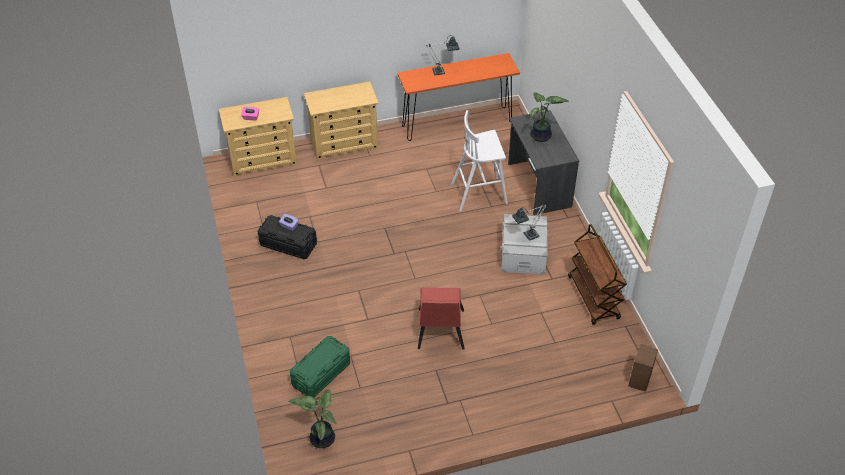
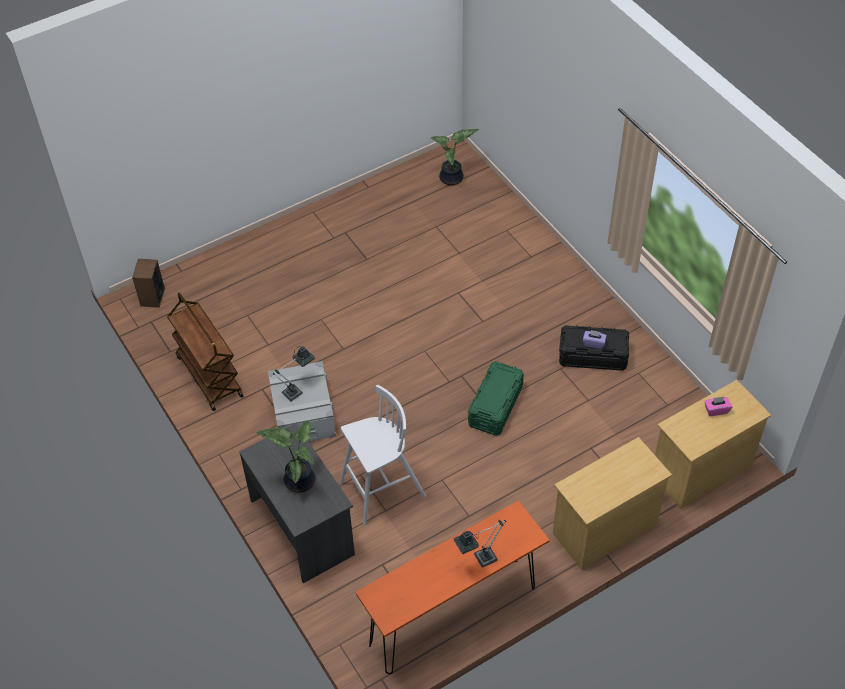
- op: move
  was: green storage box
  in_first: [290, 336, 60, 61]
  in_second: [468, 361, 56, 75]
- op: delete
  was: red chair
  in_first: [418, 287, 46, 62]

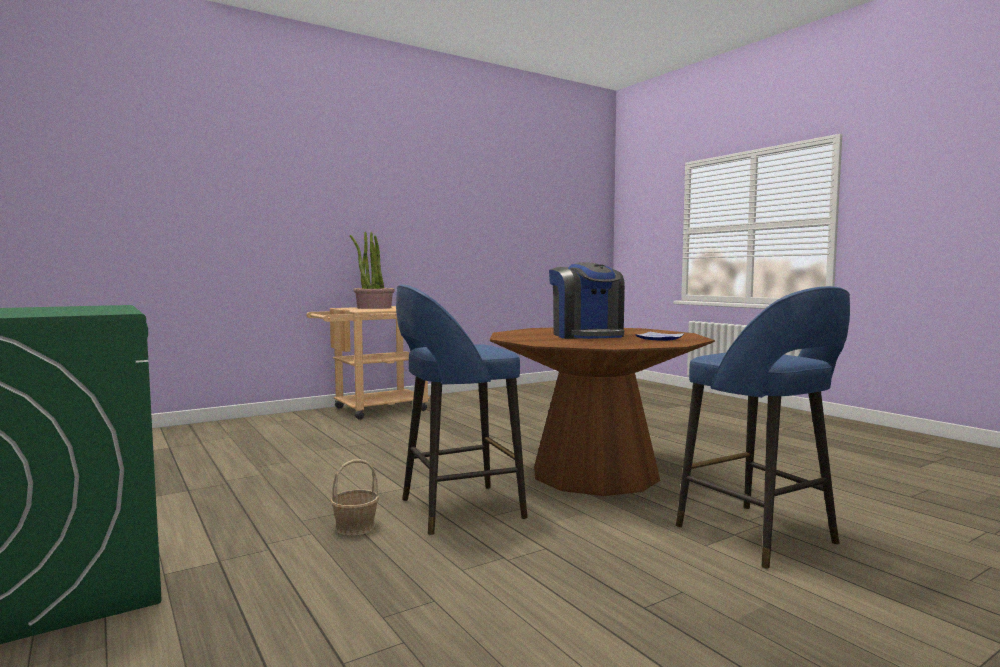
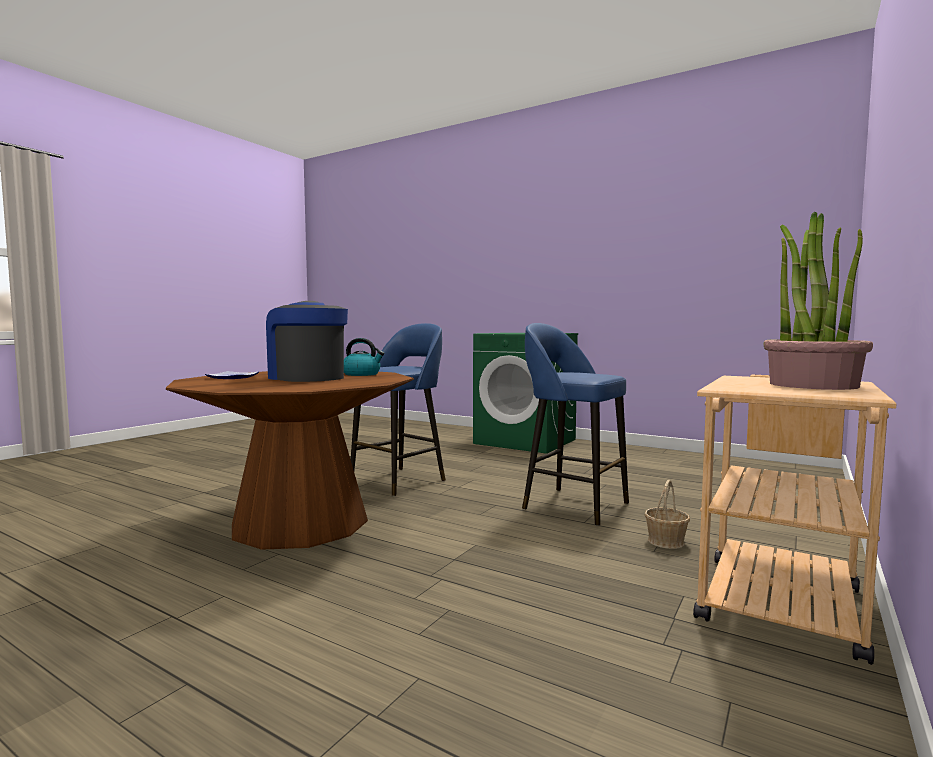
- op: move
  was: basket
  in_first: [330, 459, 49, 77]
  in_second: [645, 480, 45, 69]
- op: move
  was: blue stool
  in_first: [676, 286, 174, 283]
  in_second: [522, 323, 107, 203]
- op: insert
  now: kettle
  in_second: [344, 338, 40, 38]

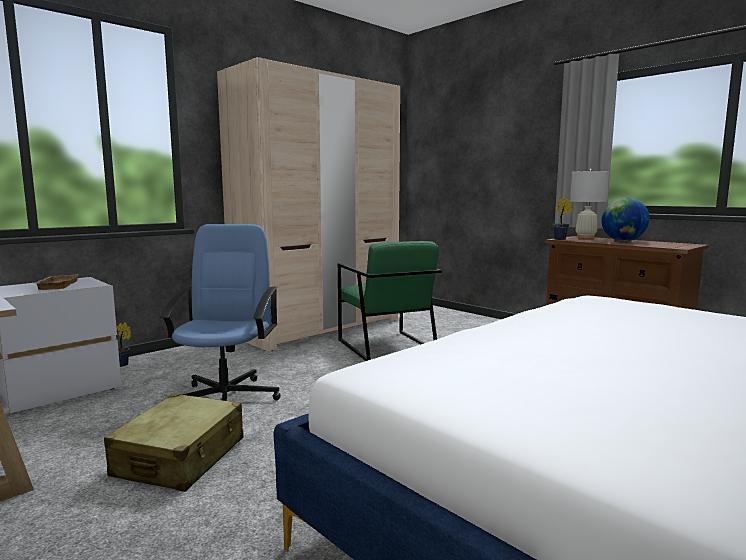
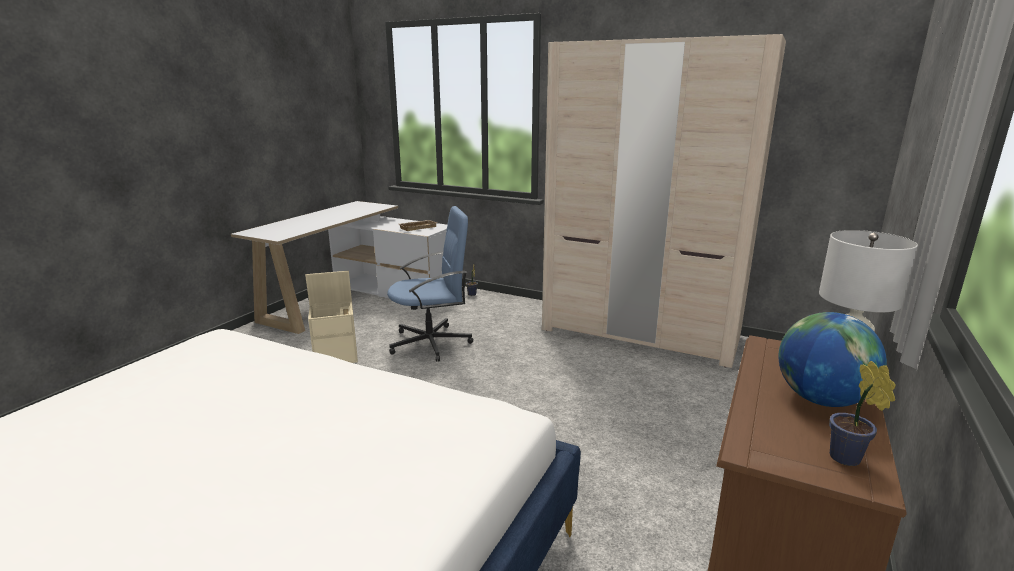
- op: replace
  was: beige suitcase
  now: beige storage box
  in_first: [104, 394, 139, 98]
  in_second: [305, 271, 53, 92]
- op: delete
  was: green armchair
  in_first: [338, 241, 104, 120]
- op: move
  was: potted plant
  in_first: [553, 197, 19, 43]
  in_second: [829, 361, 67, 105]

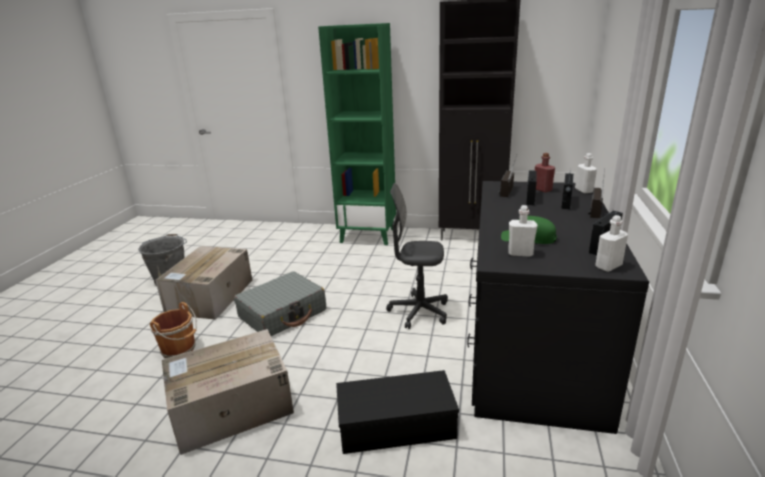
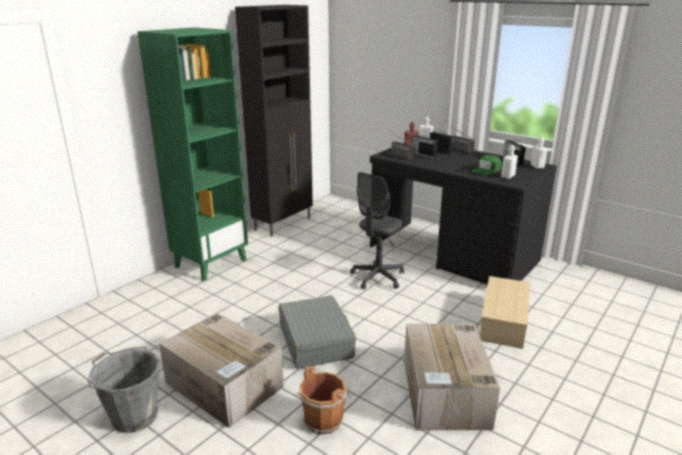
- op: recolor
  was: black storage box
  now: beige storage box
  in_first: [336, 370, 123, 84]
  in_second: [480, 276, 50, 73]

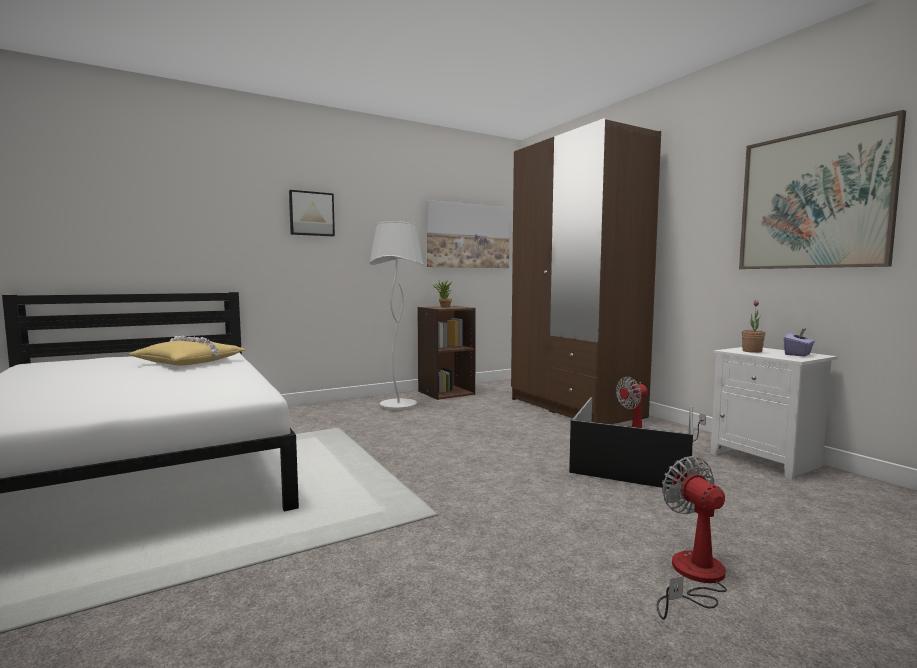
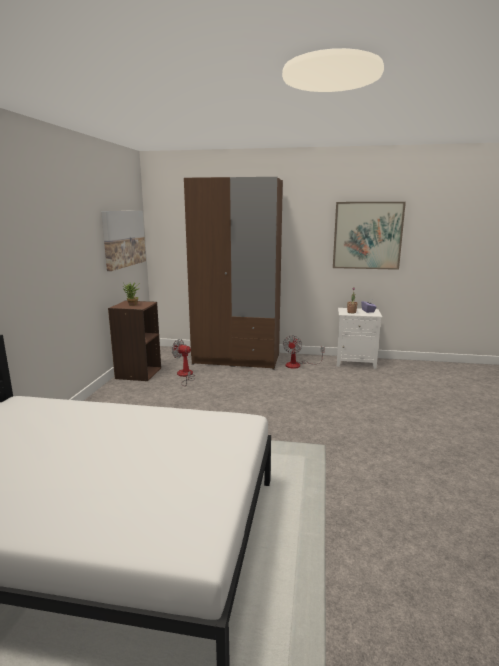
- op: delete
  was: yellow pillow
  in_first: [129, 336, 117, 30]
- op: delete
  was: picture
  in_first: [289, 190, 46, 46]
- op: delete
  was: white floor lamp
  in_first: [370, 221, 54, 189]
- op: delete
  was: black storage box
  in_first: [569, 398, 124, 91]
- op: move
  was: fan
  in_first: [657, 456, 70, 164]
  in_second: [172, 339, 23, 47]

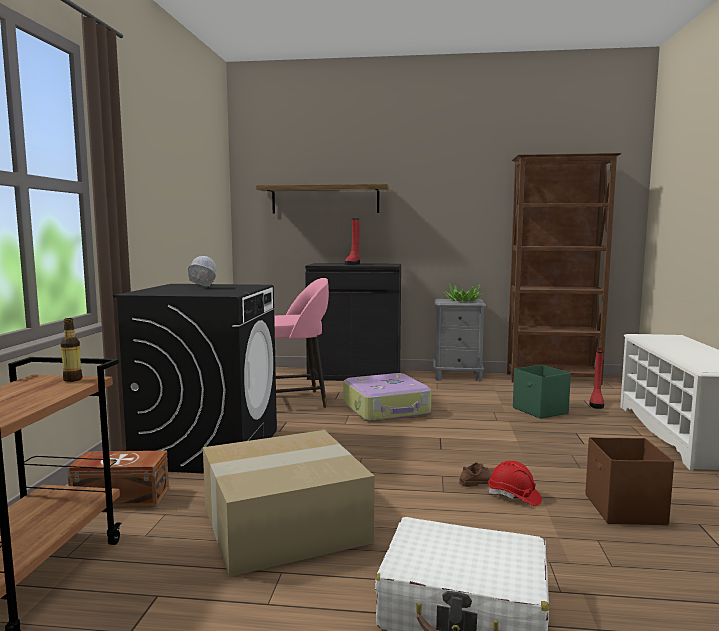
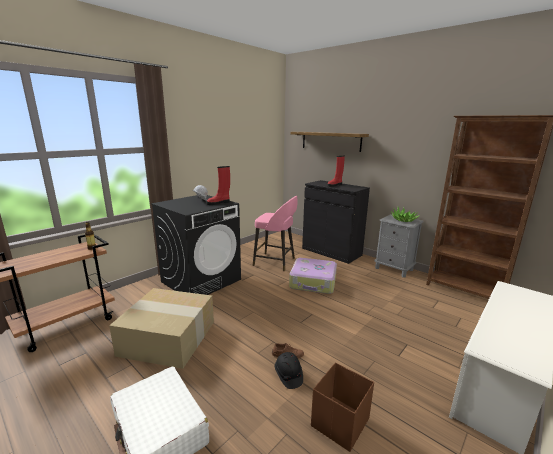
- op: delete
  was: brown storage box
  in_first: [67, 451, 102, 57]
- op: recolor
  was: red hard hat
  now: black hard hat
  in_first: [488, 461, 54, 45]
  in_second: [275, 352, 28, 37]
- op: delete
  was: green storage box
  in_first: [513, 365, 58, 54]
- op: move
  was: red boot
  in_first: [589, 348, 15, 61]
  in_second: [207, 166, 23, 39]

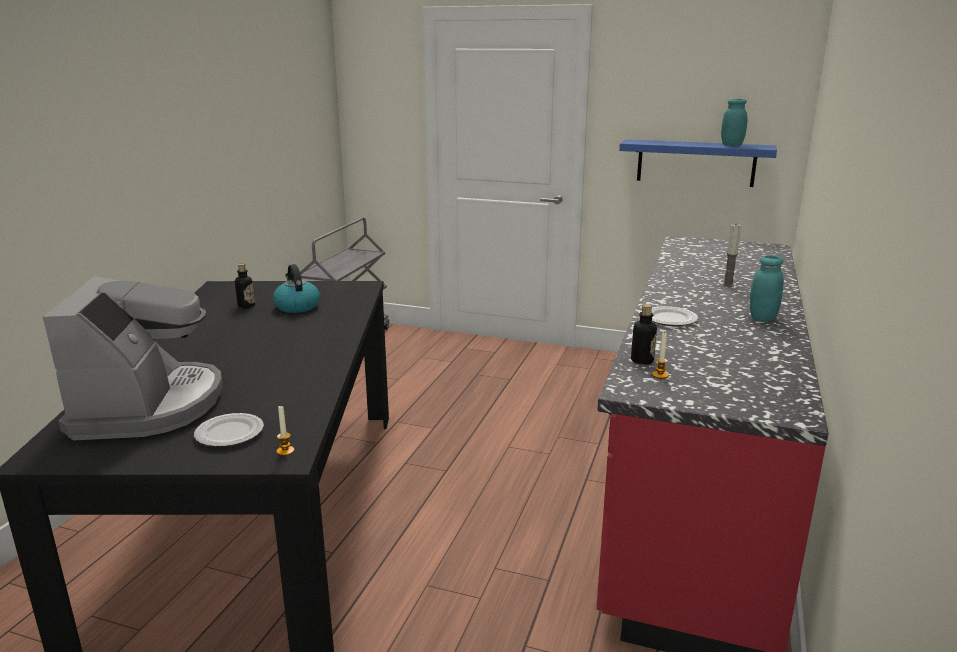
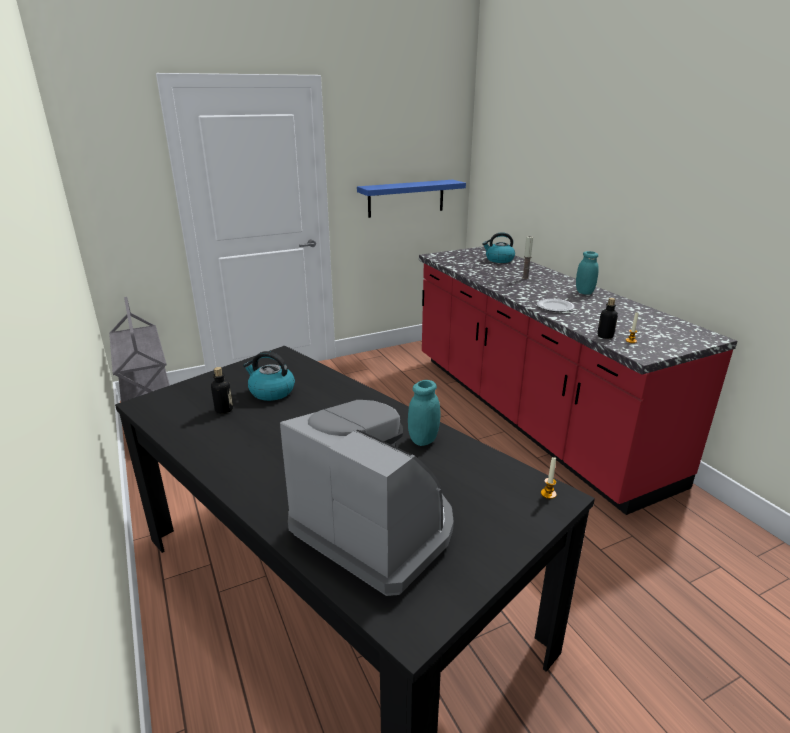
- op: delete
  was: plate
  in_first: [194, 413, 70, 34]
- op: move
  was: turquoise jar
  in_first: [721, 99, 26, 47]
  in_second: [408, 380, 32, 66]
- op: insert
  now: kettle
  in_second: [482, 232, 33, 31]

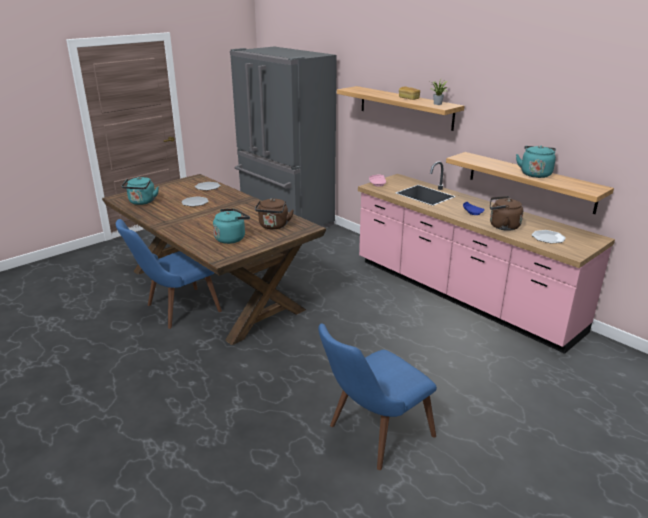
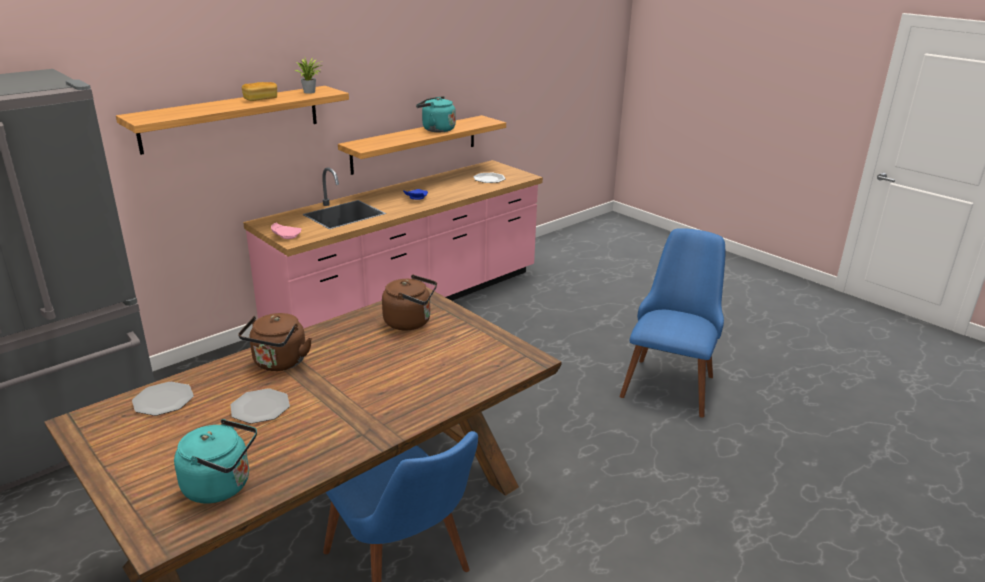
- op: delete
  was: turquoise kettle
  in_first: [213, 209, 37, 35]
- op: rotate
  was: blue chair
  in_first: [318, 323, 119, 147]
  in_second: [620, 228, 105, 190]
  clockwise: -120
- op: move
  was: brown kettle
  in_first: [490, 196, 33, 35]
  in_second: [238, 313, 74, 58]

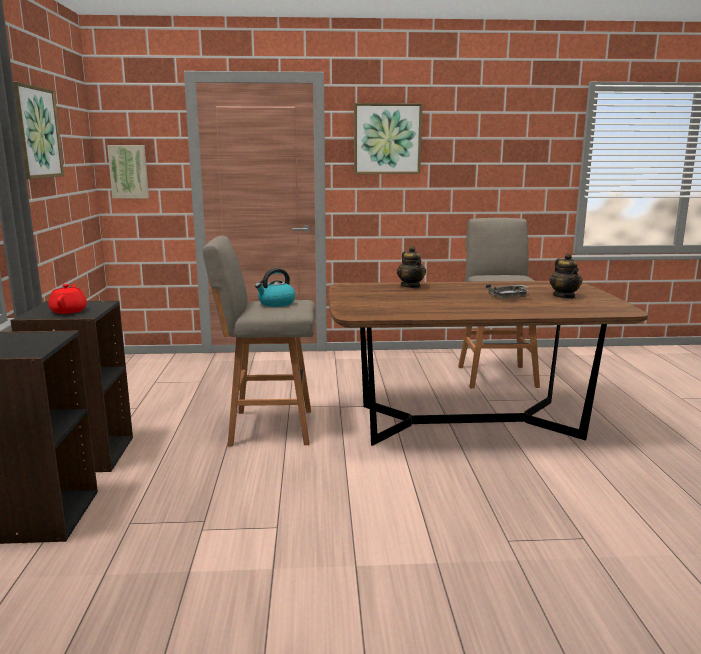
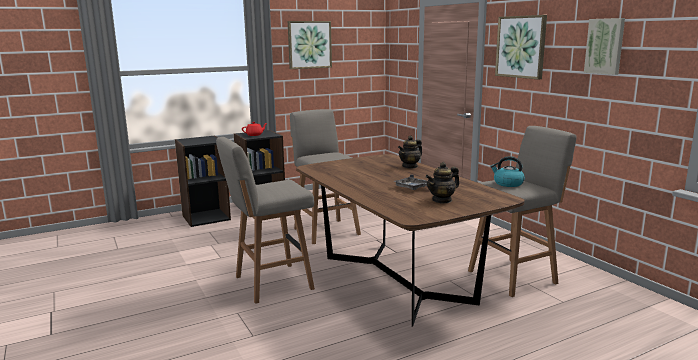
- op: move
  was: picture
  in_first: [107, 145, 42, 54]
  in_second: [584, 18, 41, 57]
- op: move
  was: kettle
  in_first: [255, 268, 41, 39]
  in_second: [490, 156, 35, 31]
- op: insert
  now: grey stool
  in_second: [216, 137, 99, 167]

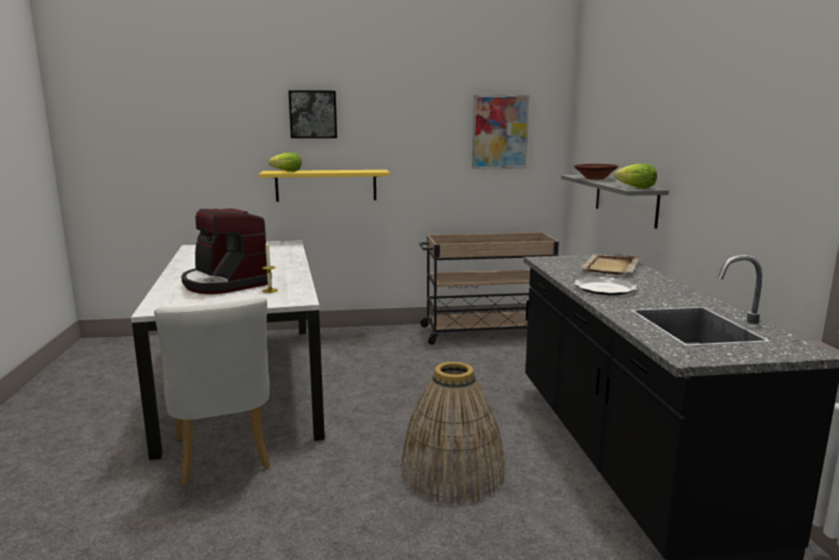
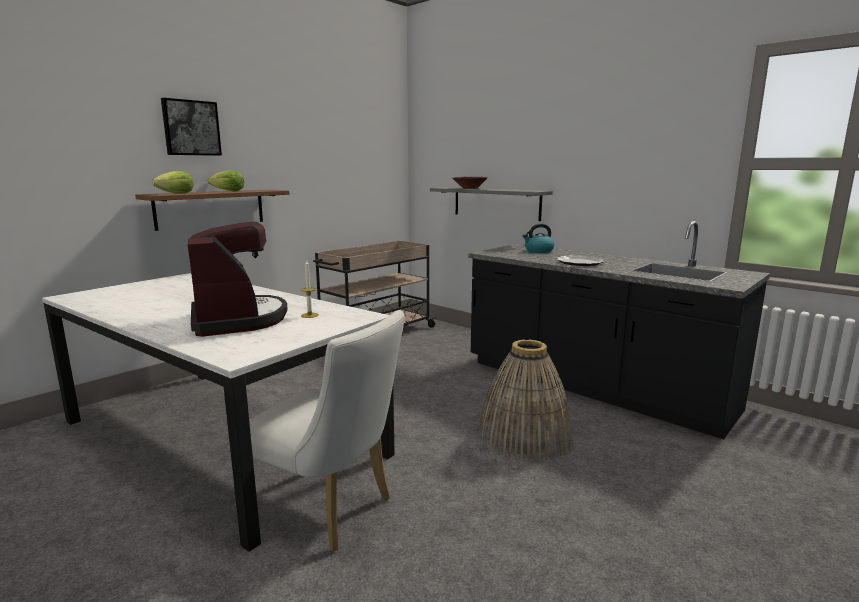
- op: rotate
  was: coffee machine
  in_first: [181, 208, 91, 86]
  in_second: [188, 222, 100, 115]
  clockwise: -120
- op: recolor
  was: yellow shelf
  now: brown shelf
  in_first: [259, 170, 131, 32]
  in_second: [135, 189, 155, 42]
- op: delete
  was: picture
  in_first: [472, 95, 58, 74]
- op: replace
  was: beige tray
  now: kettle
  in_first: [581, 254, 59, 21]
  in_second: [523, 224, 31, 29]
- op: move
  was: lettuce
  in_first: [614, 164, 43, 25]
  in_second: [208, 170, 36, 21]

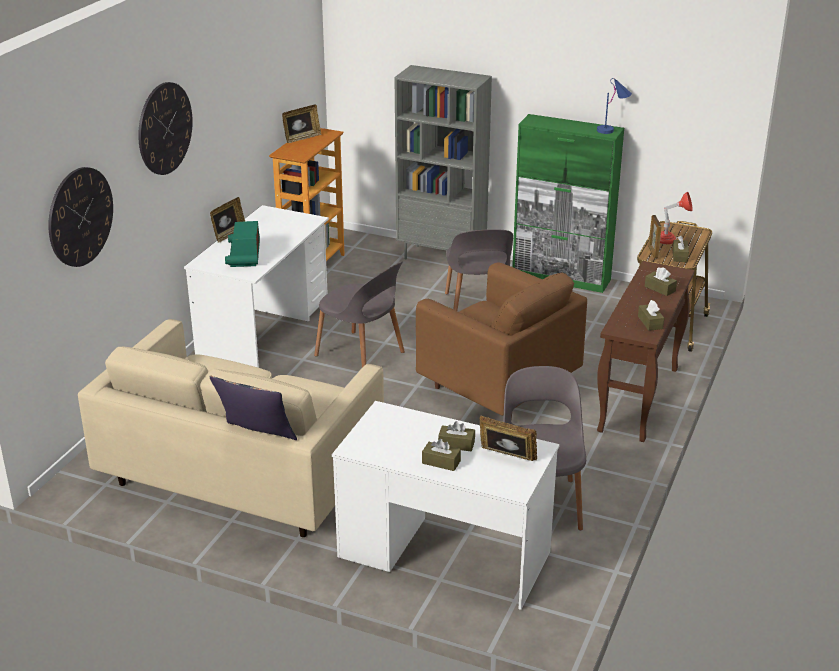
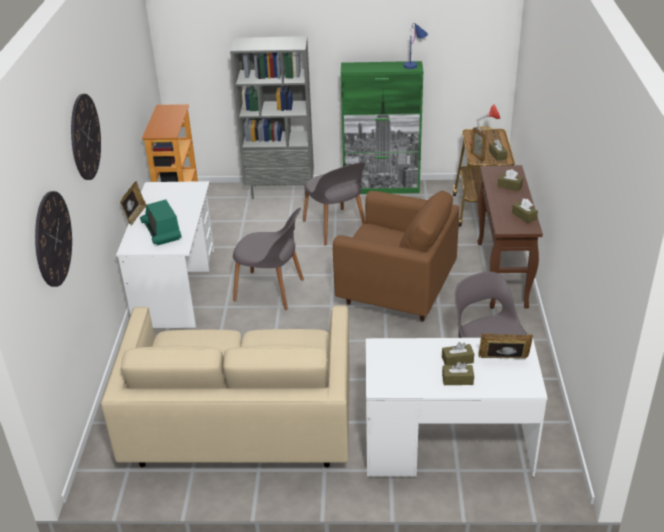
- op: delete
  was: pillow
  in_first: [210, 376, 87, 64]
- op: delete
  was: picture frame
  in_first: [282, 104, 40, 39]

